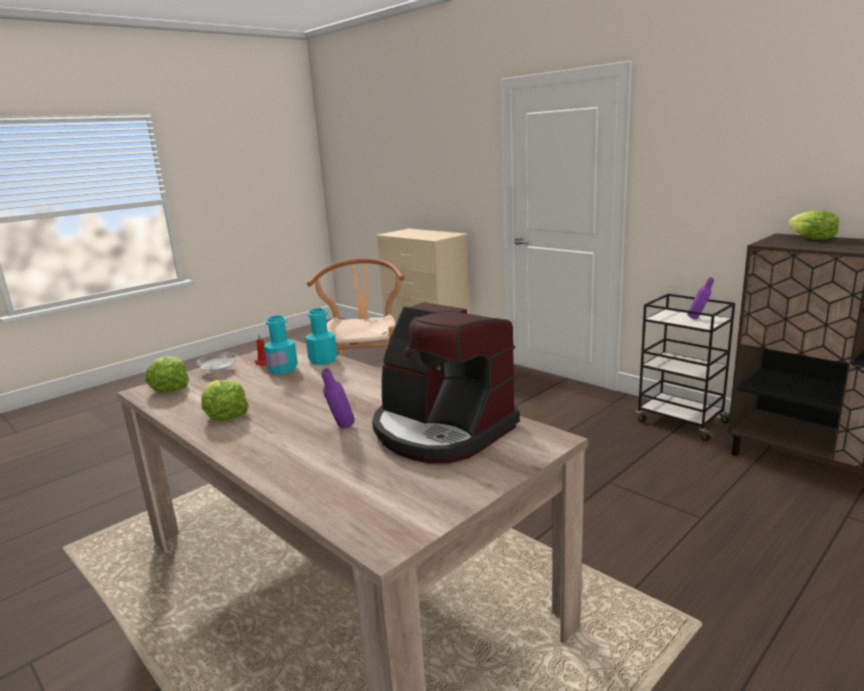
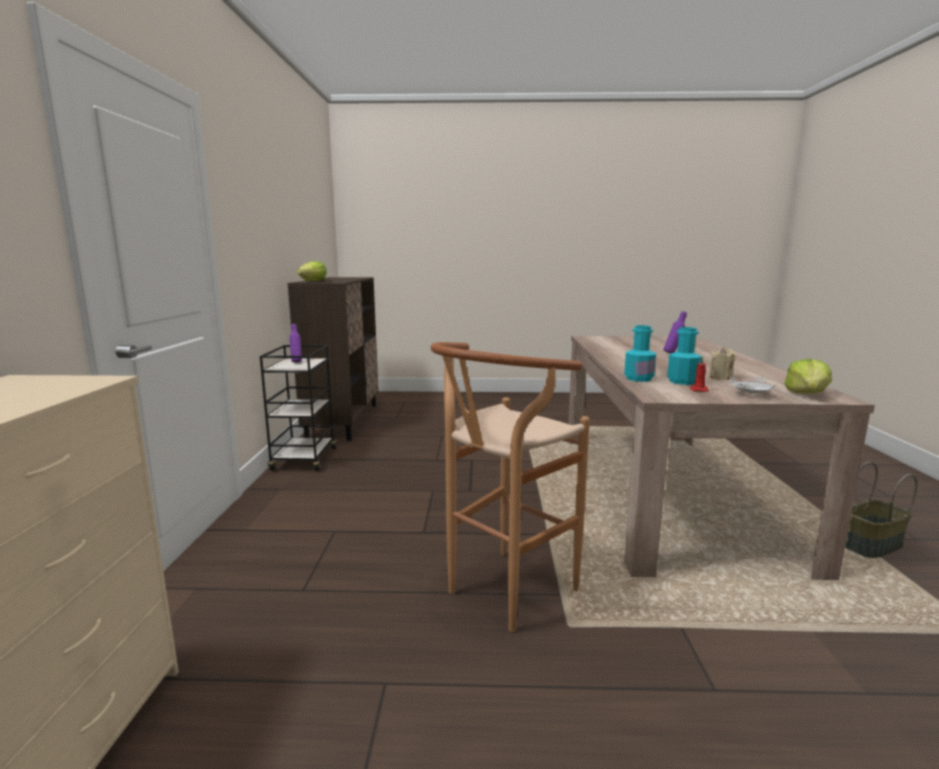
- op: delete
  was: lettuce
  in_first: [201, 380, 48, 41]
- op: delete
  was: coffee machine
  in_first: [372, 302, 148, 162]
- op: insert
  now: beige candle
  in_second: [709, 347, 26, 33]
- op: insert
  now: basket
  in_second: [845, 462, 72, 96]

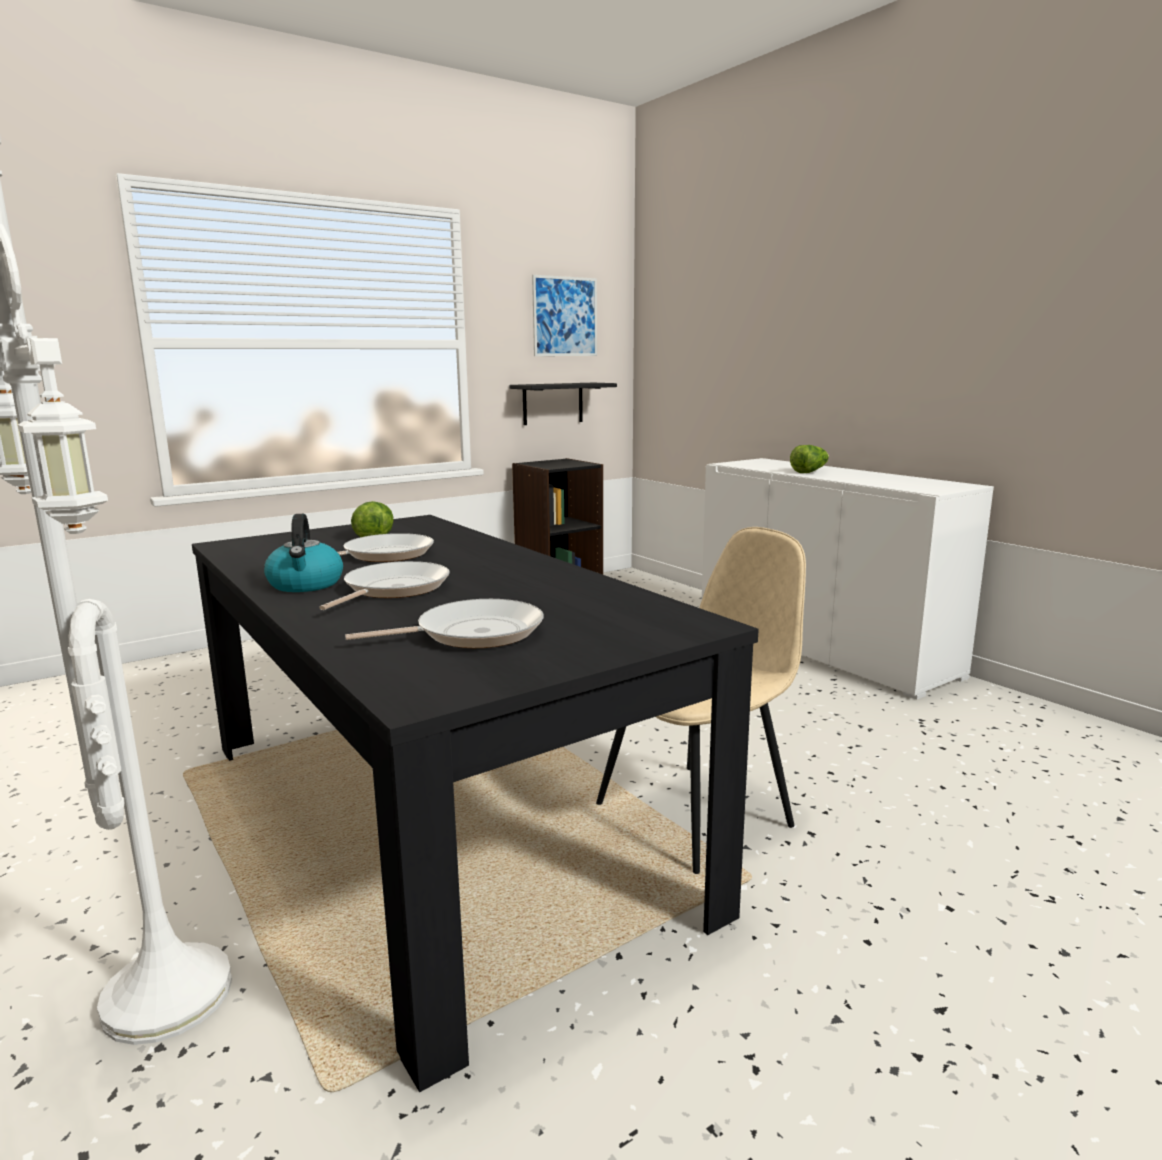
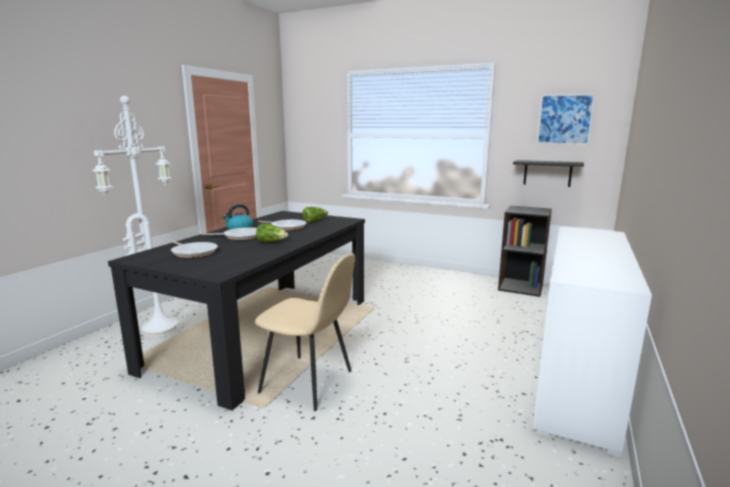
- op: move
  was: lettuce
  in_first: [790, 445, 39, 28]
  in_second: [256, 223, 32, 19]

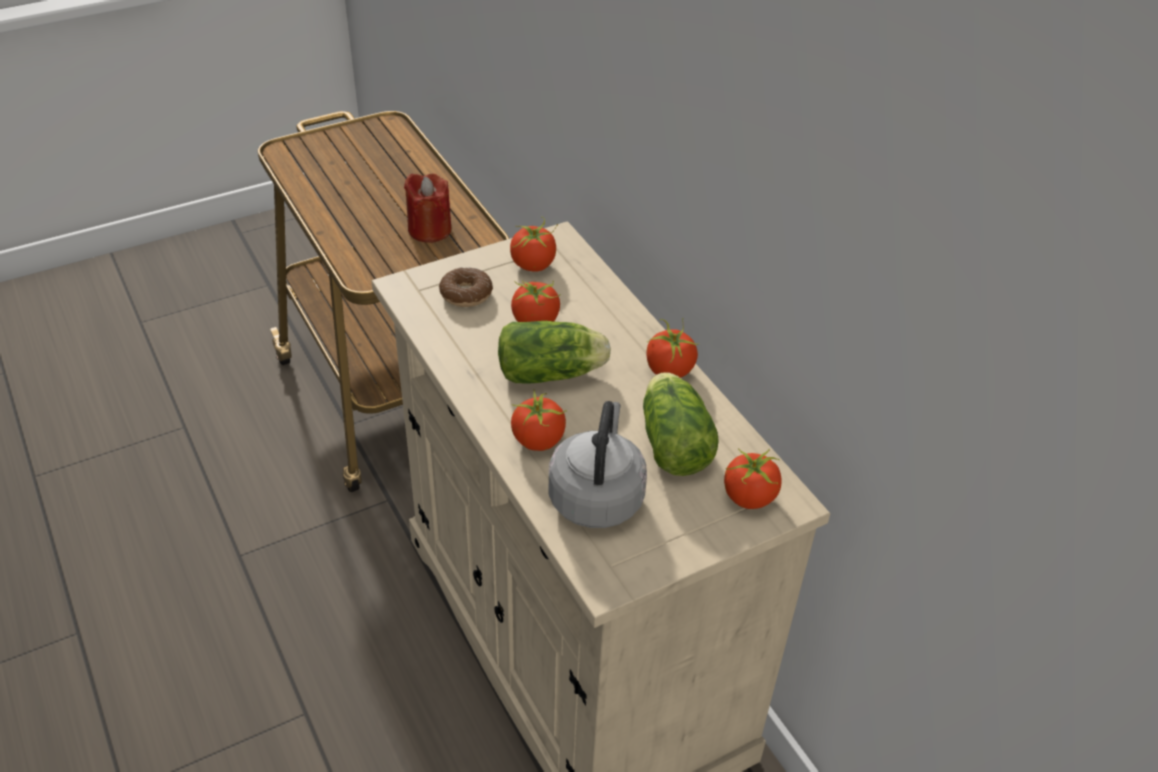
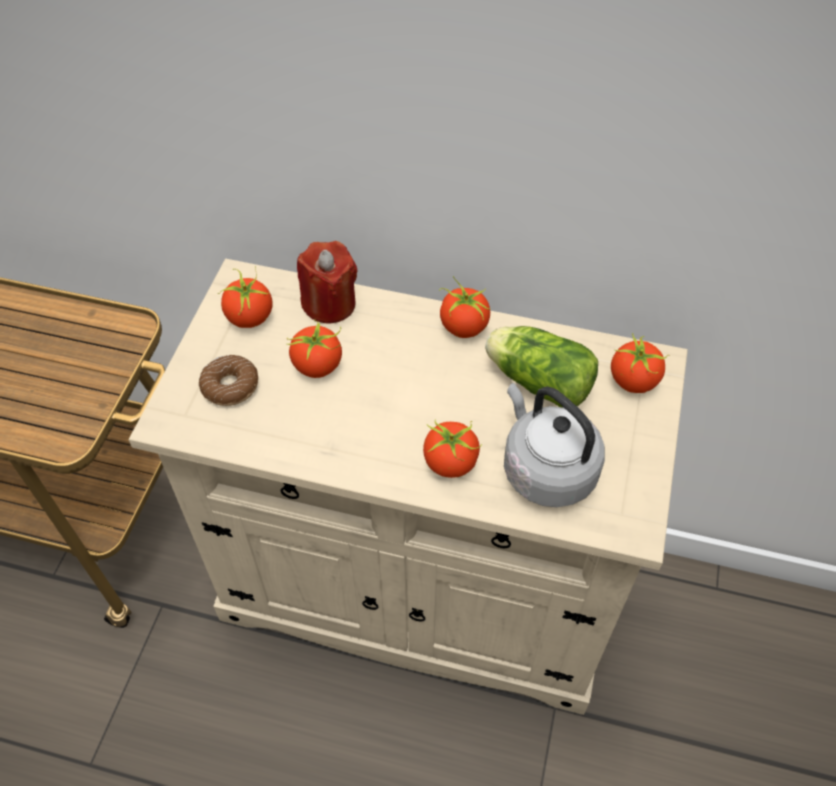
- op: move
  was: red candle
  in_first: [404, 174, 48, 69]
  in_second: [297, 241, 61, 83]
- op: delete
  was: lettuce
  in_first: [498, 321, 113, 63]

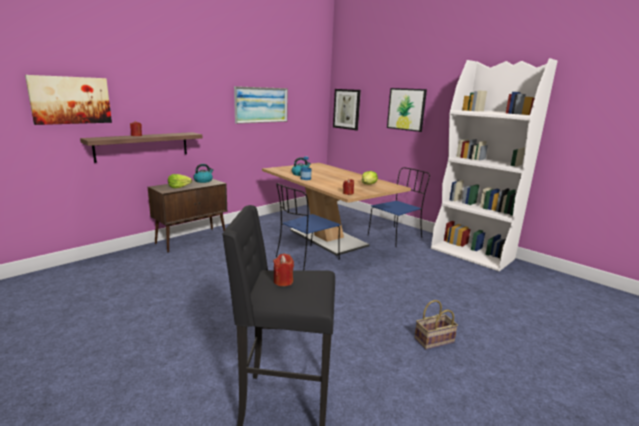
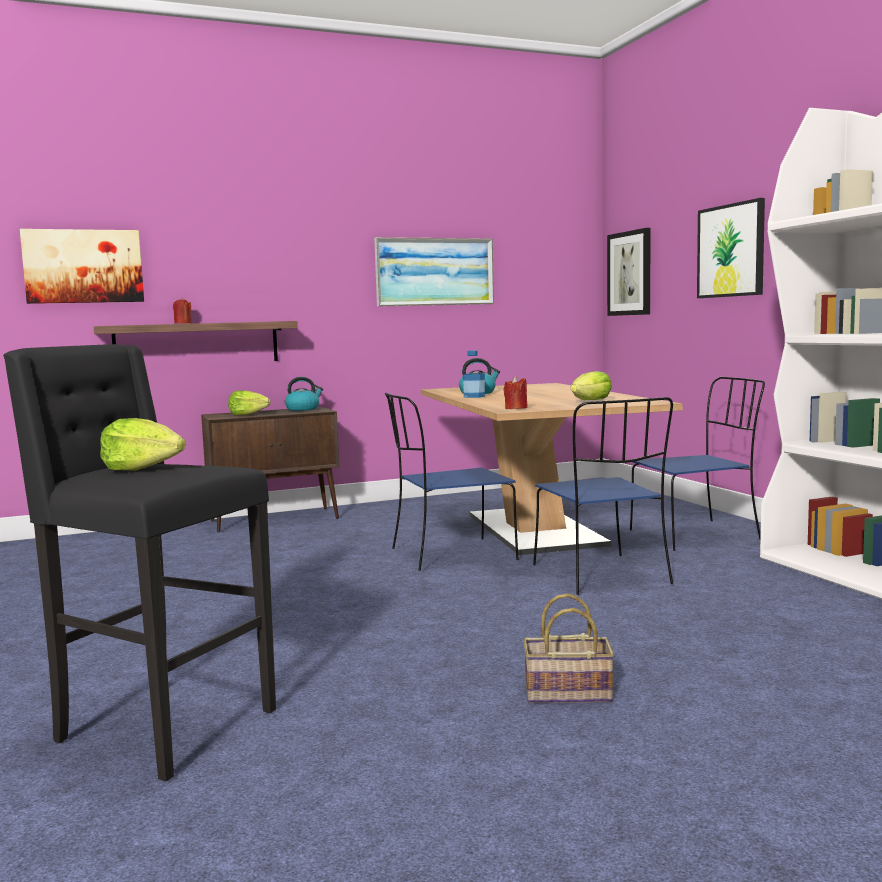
- op: replace
  was: red candle
  now: lettuce
  in_first: [273, 254, 21, 32]
  in_second: [100, 418, 85, 53]
- op: insert
  now: blue chair
  in_second: [533, 397, 140, 198]

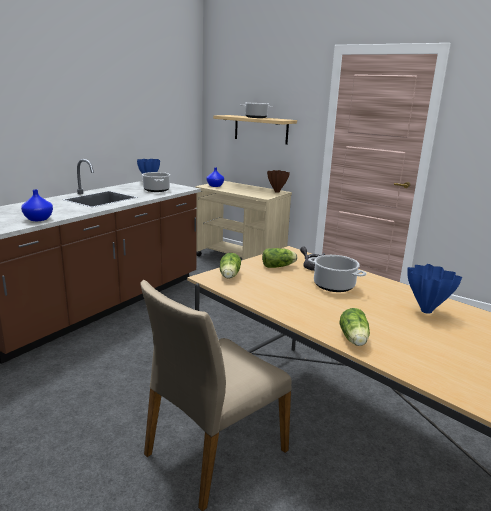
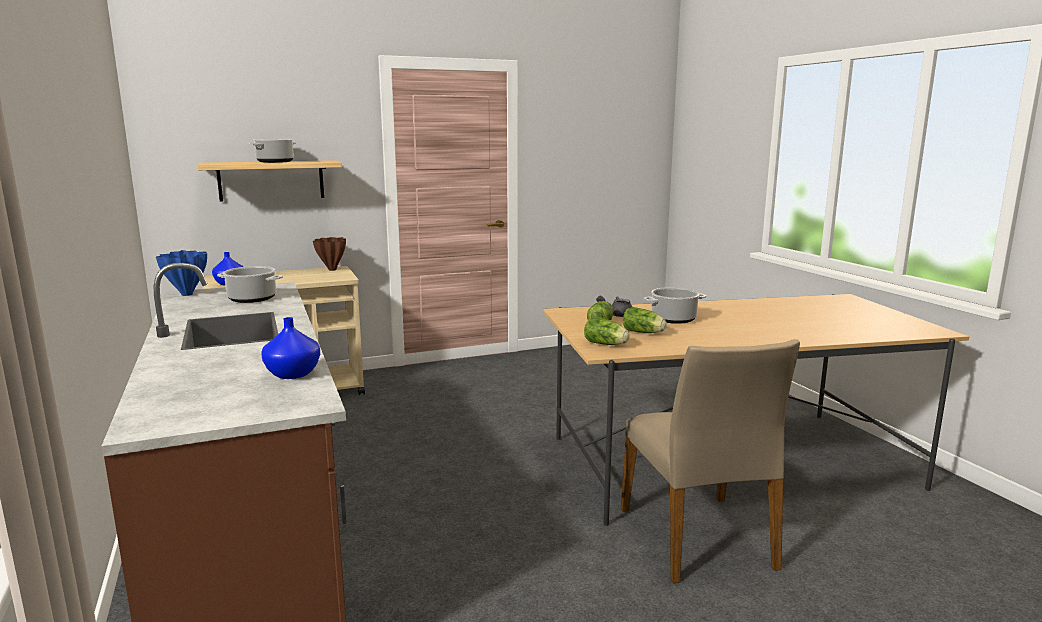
- op: move
  was: lettuce
  in_first: [340, 308, 30, 38]
  in_second: [623, 307, 44, 26]
- op: delete
  was: blue vase
  in_first: [407, 264, 55, 50]

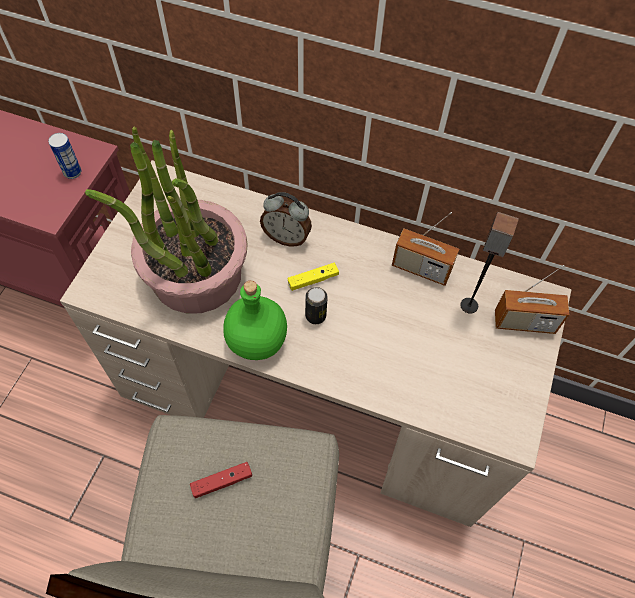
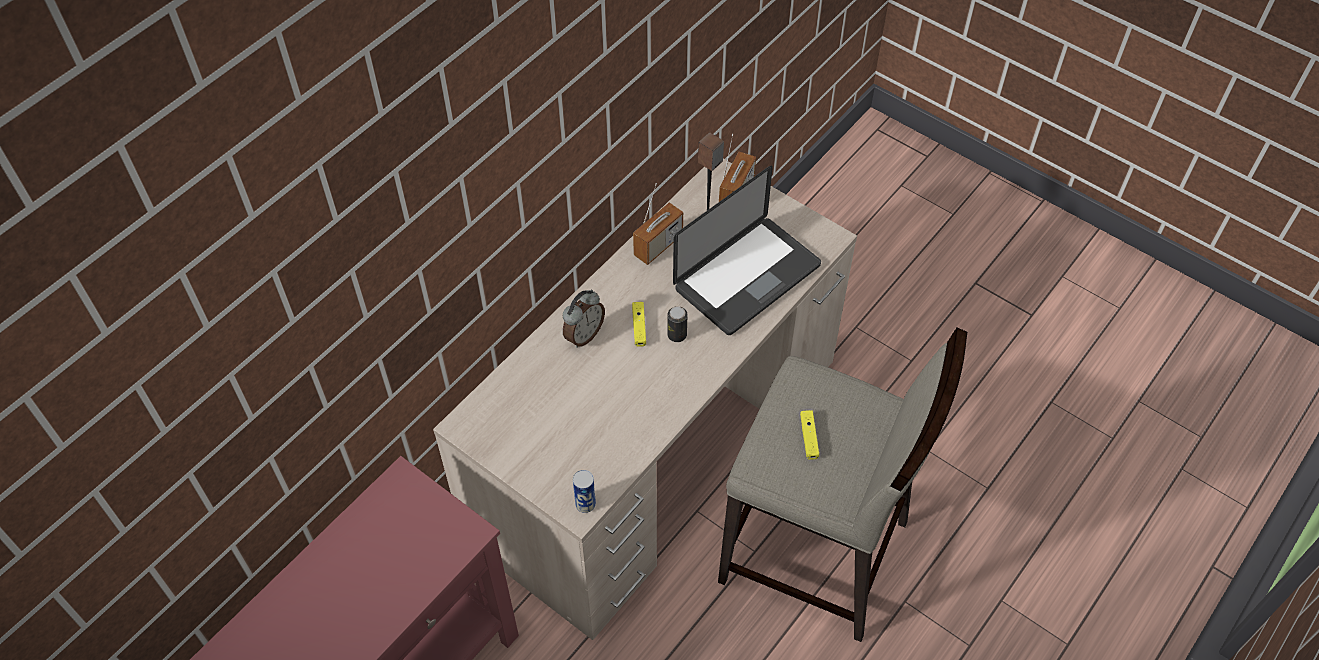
- op: move
  was: can
  in_first: [48, 133, 33, 46]
  in_second: [573, 470, 23, 43]
- op: delete
  was: potted plant
  in_first: [85, 127, 163, 187]
- op: recolor
  was: red game controller
  now: yellow game controller
  in_first: [190, 462, 62, 36]
  in_second: [800, 410, 19, 50]
- op: delete
  was: green bottle
  in_first: [223, 280, 64, 80]
- op: insert
  now: laptop
  in_second: [673, 166, 148, 169]

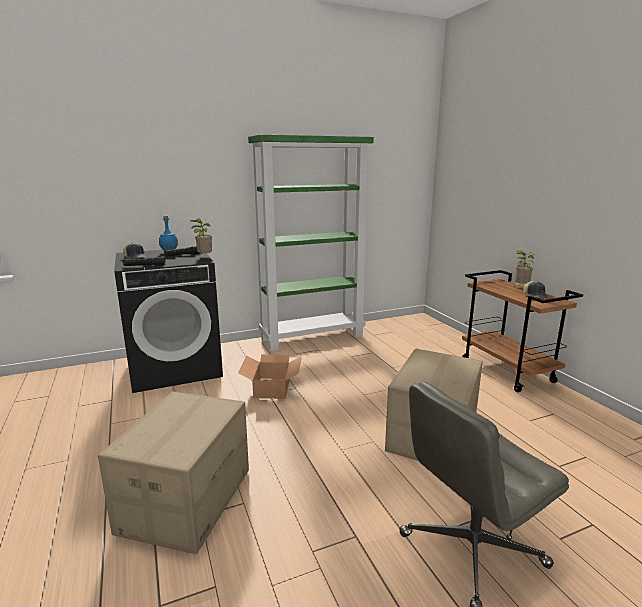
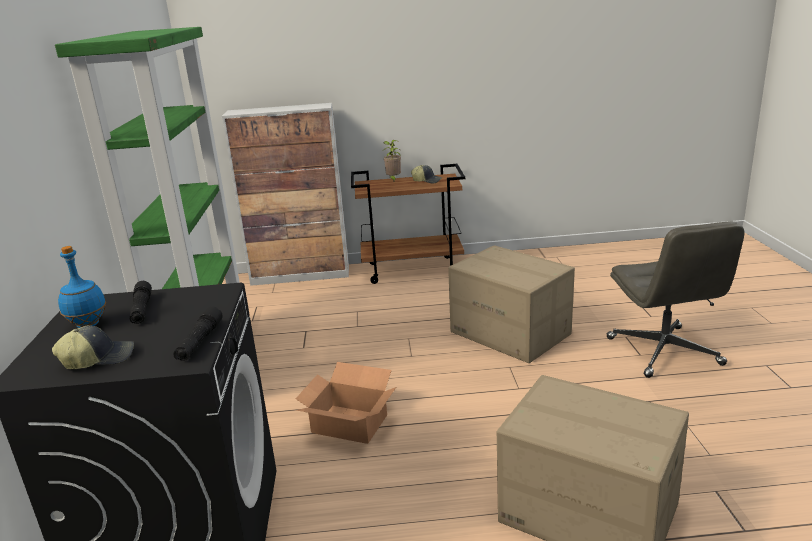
- op: delete
  was: potted plant
  in_first: [190, 219, 22, 38]
- op: insert
  now: cabinet
  in_second: [222, 103, 127, 183]

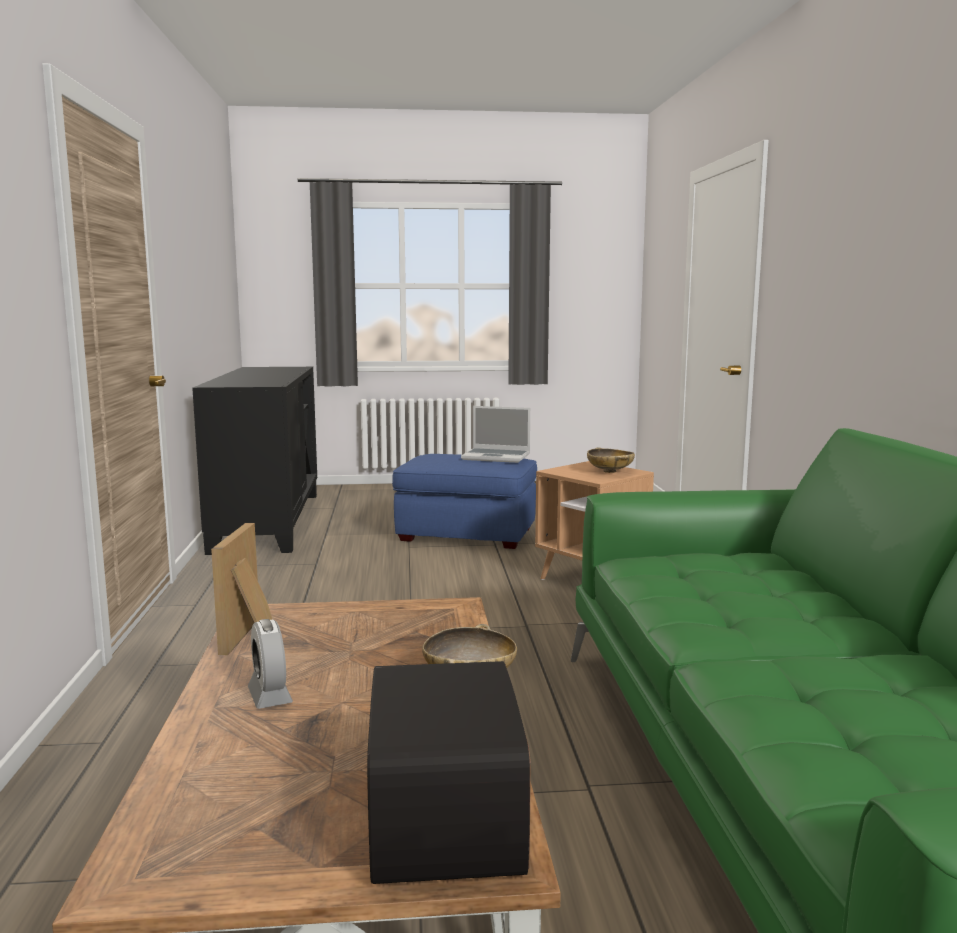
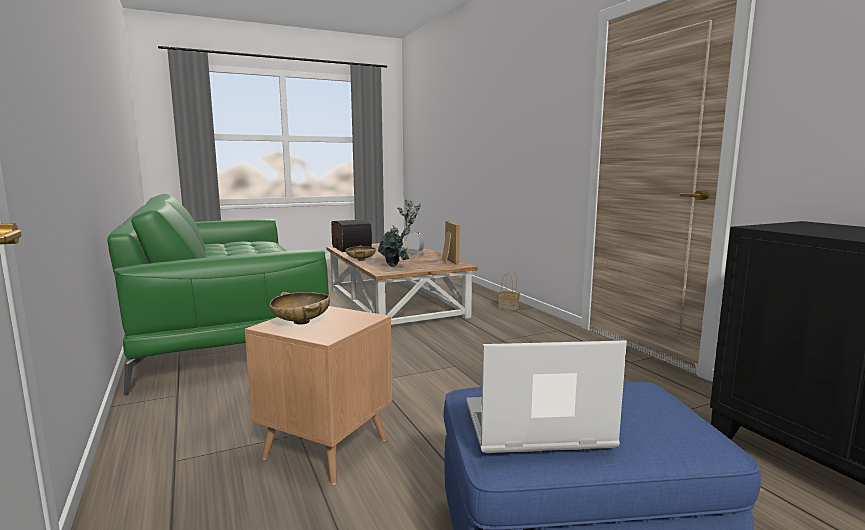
- op: insert
  now: potted plant
  in_second: [378, 200, 43, 67]
- op: insert
  now: basket
  in_second: [498, 270, 22, 40]

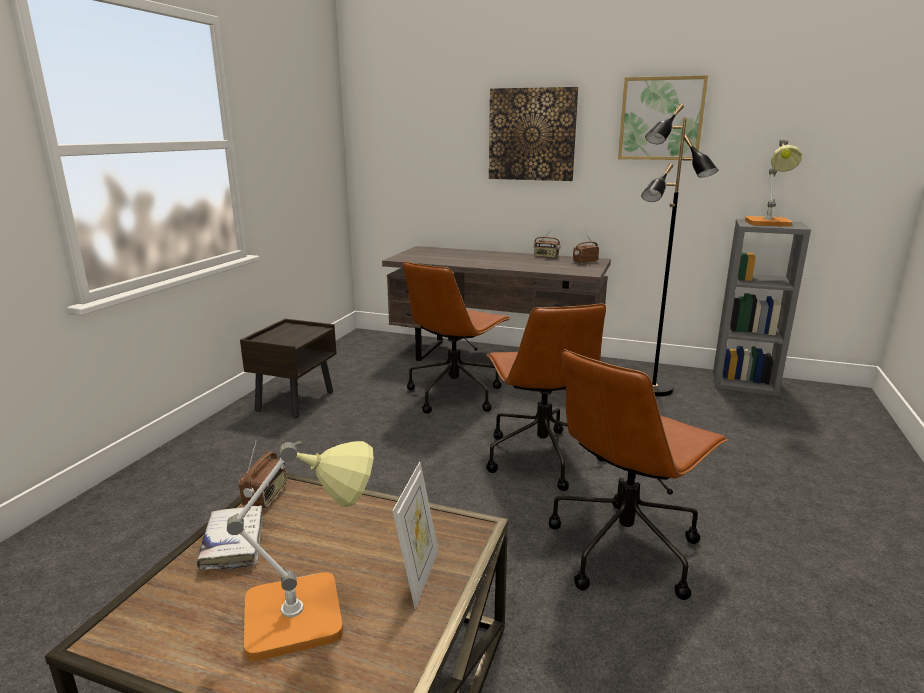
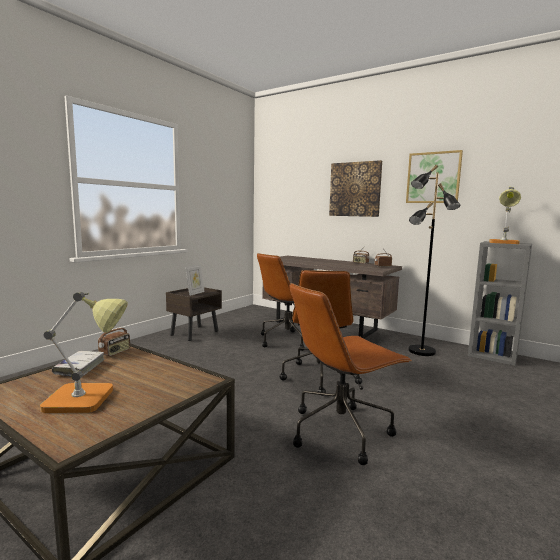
- op: move
  was: picture frame
  in_first: [392, 462, 47, 147]
  in_second: [185, 264, 20, 32]

